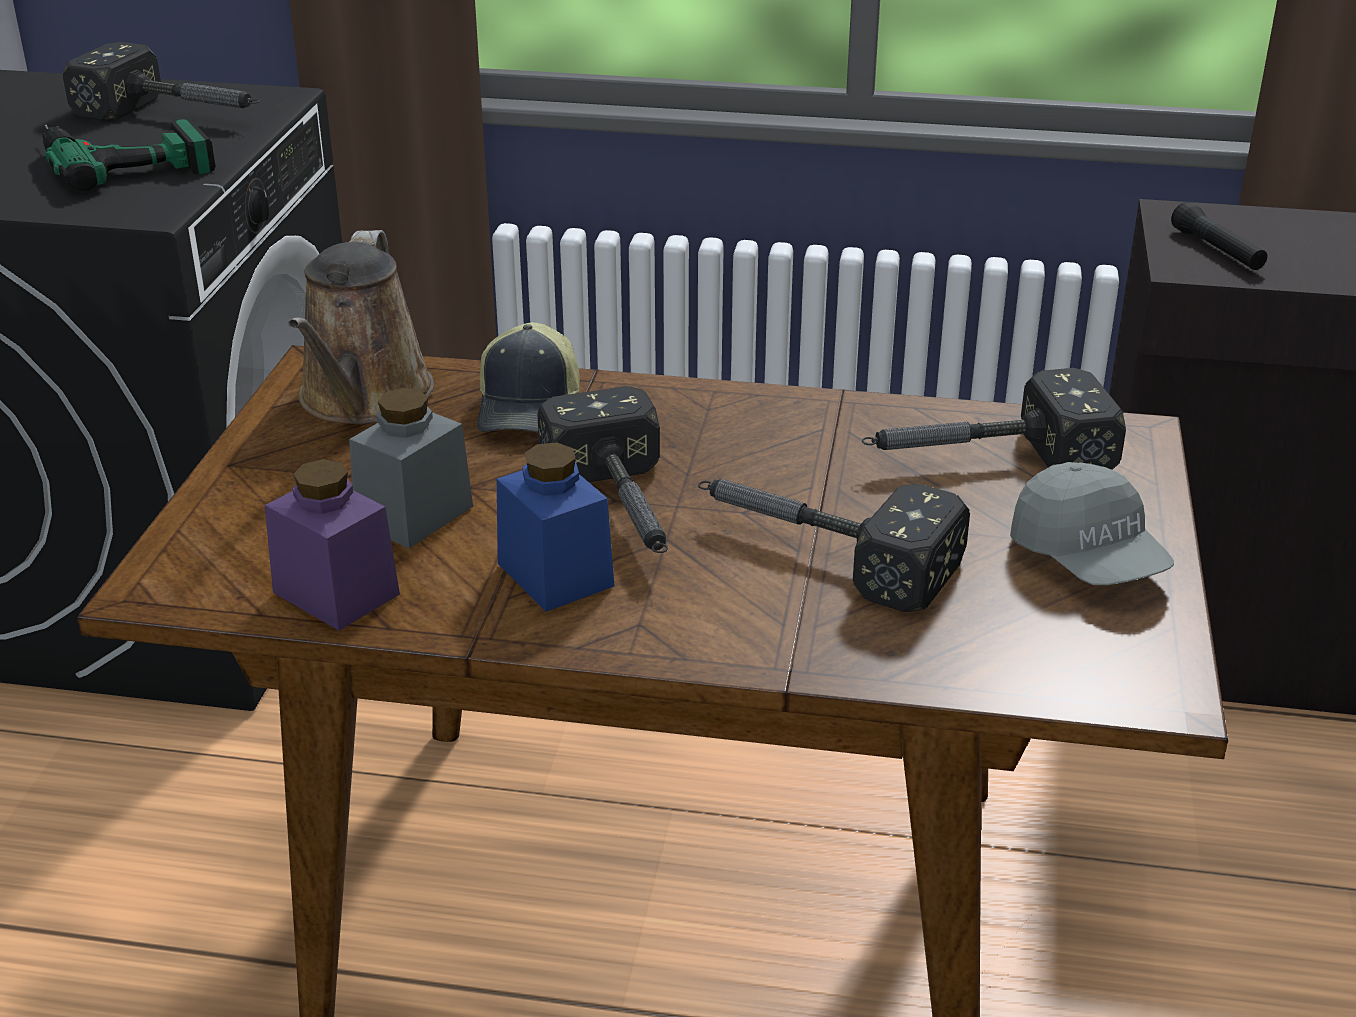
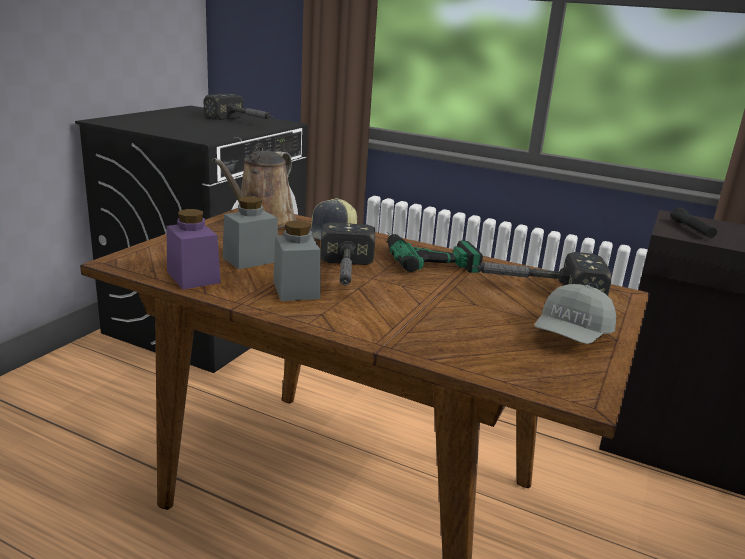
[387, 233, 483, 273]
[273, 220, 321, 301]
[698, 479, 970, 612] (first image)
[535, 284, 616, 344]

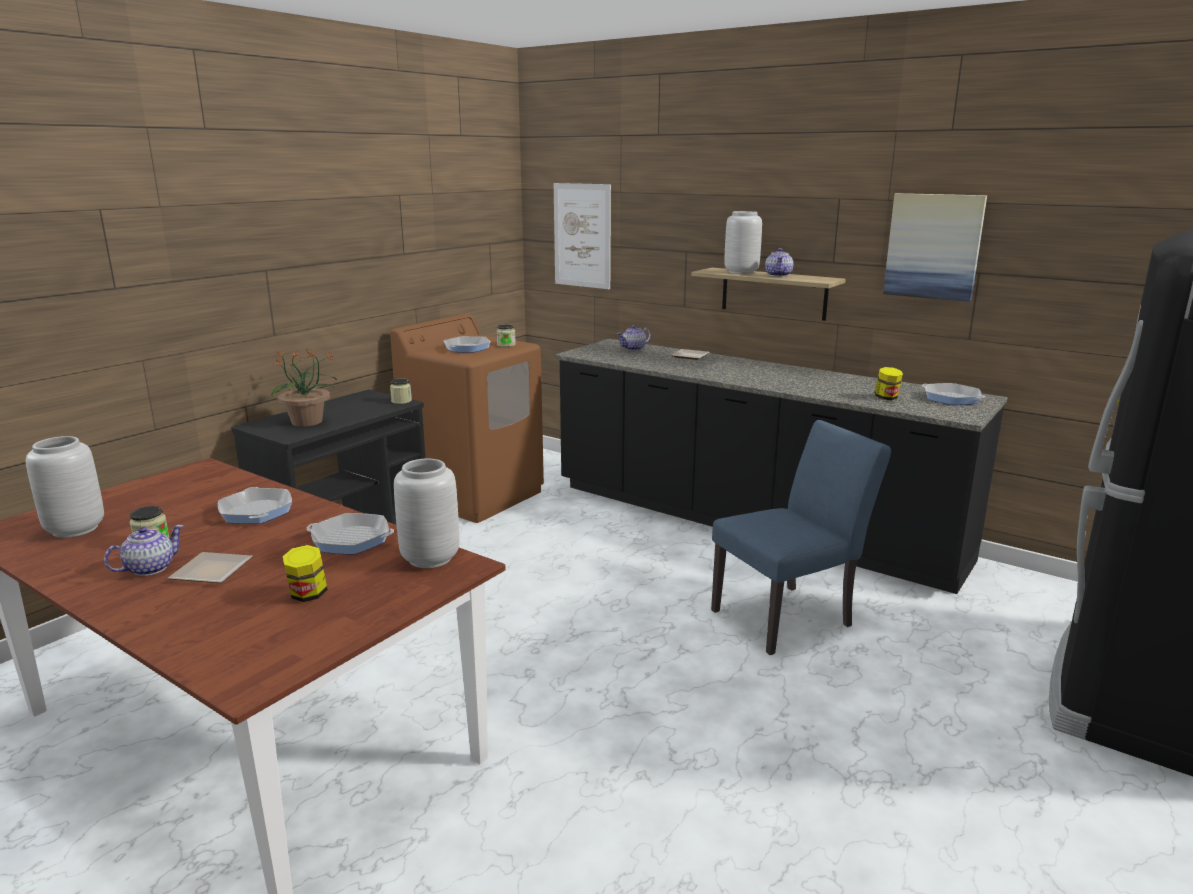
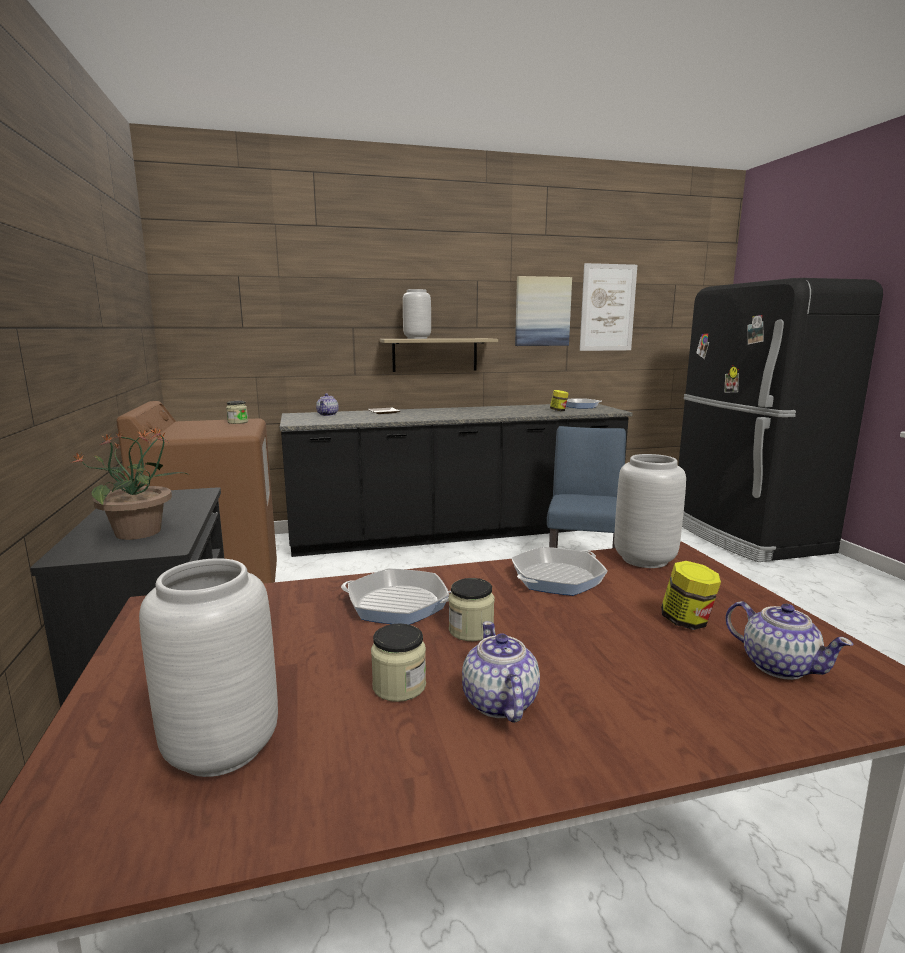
[168, 552, 253, 583] (first image)
[449, 578, 494, 641]
[444, 336, 491, 353] (first image)
[580, 263, 637, 351]
[725, 601, 853, 680]

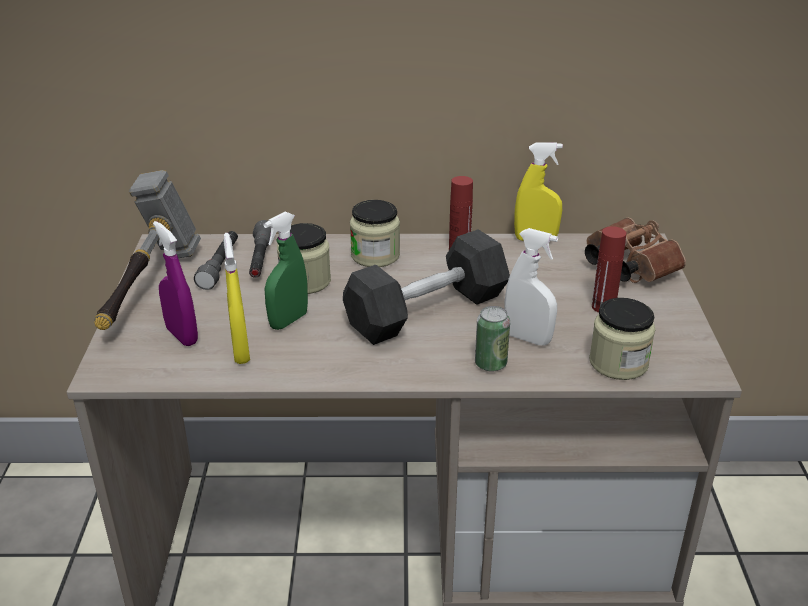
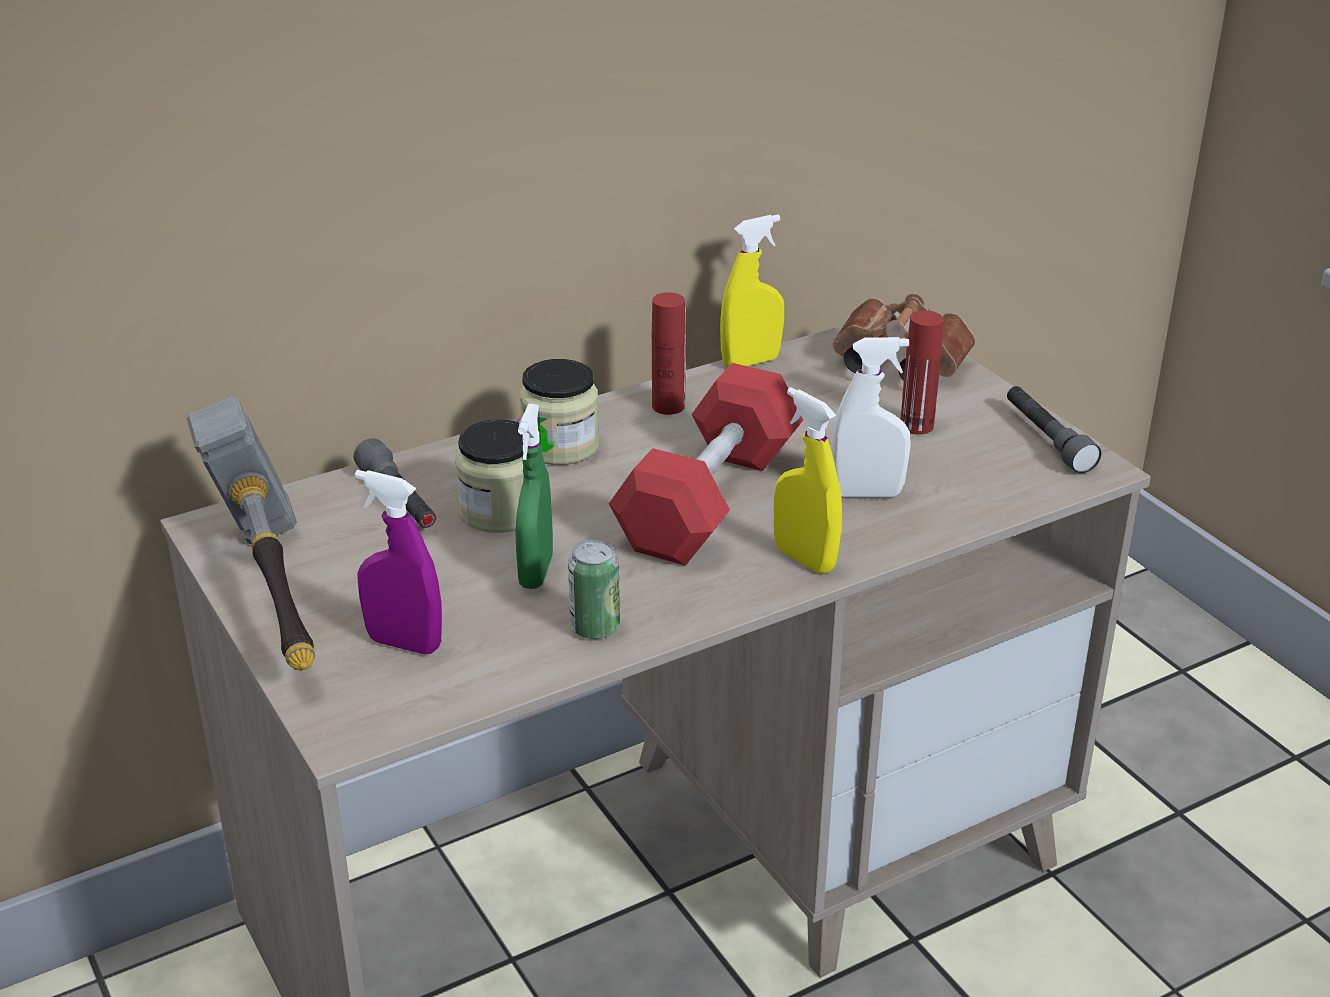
[1007, 386, 1101, 473]
[774, 387, 842, 574]
[609, 363, 803, 566]
[568, 539, 620, 639]
[589, 298, 656, 380] (first image)

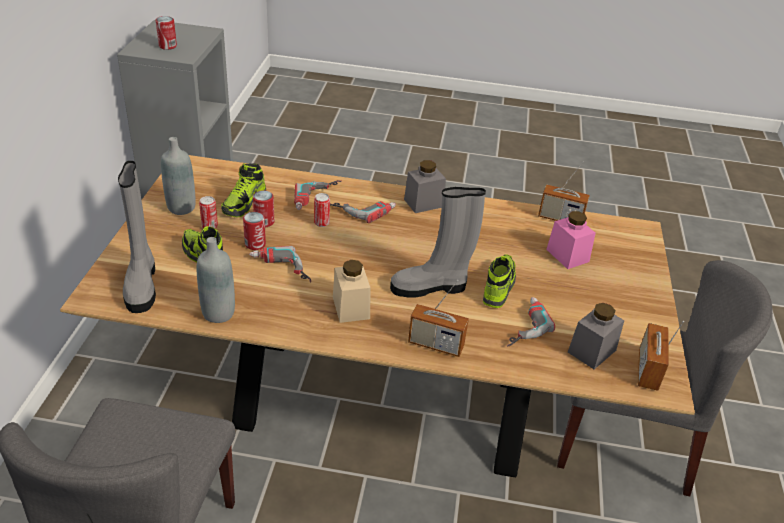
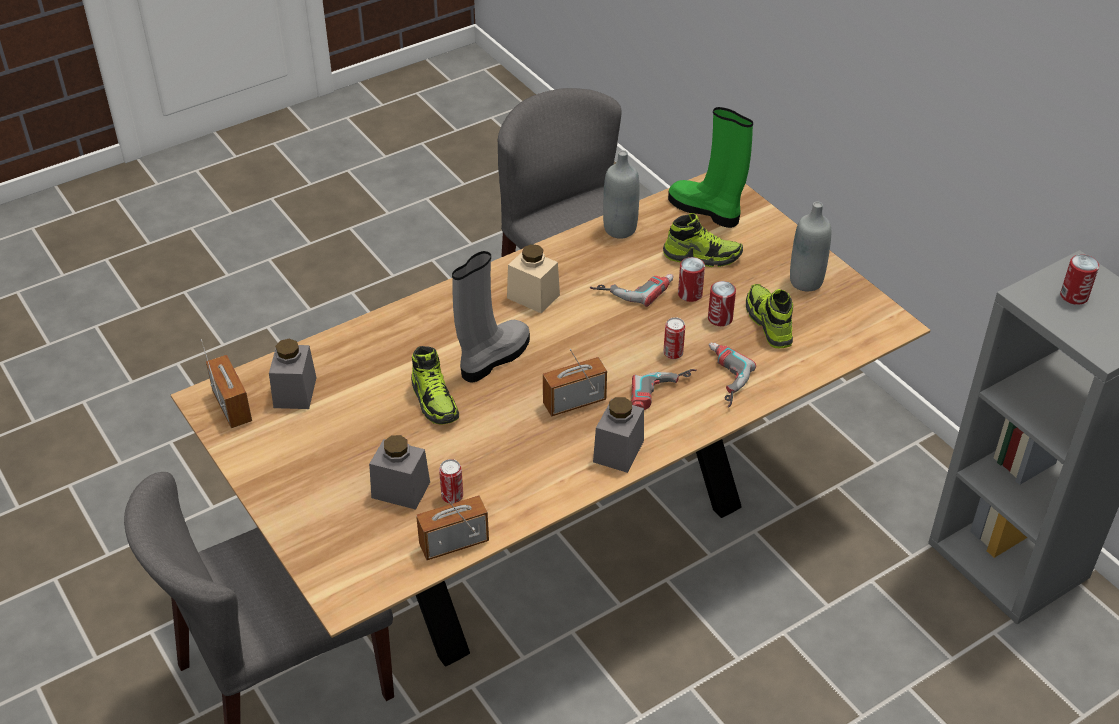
[668, 107, 753, 228]
[439, 459, 463, 504]
[543, 349, 607, 416]
[507, 297, 555, 346] (first image)
[369, 435, 430, 510]

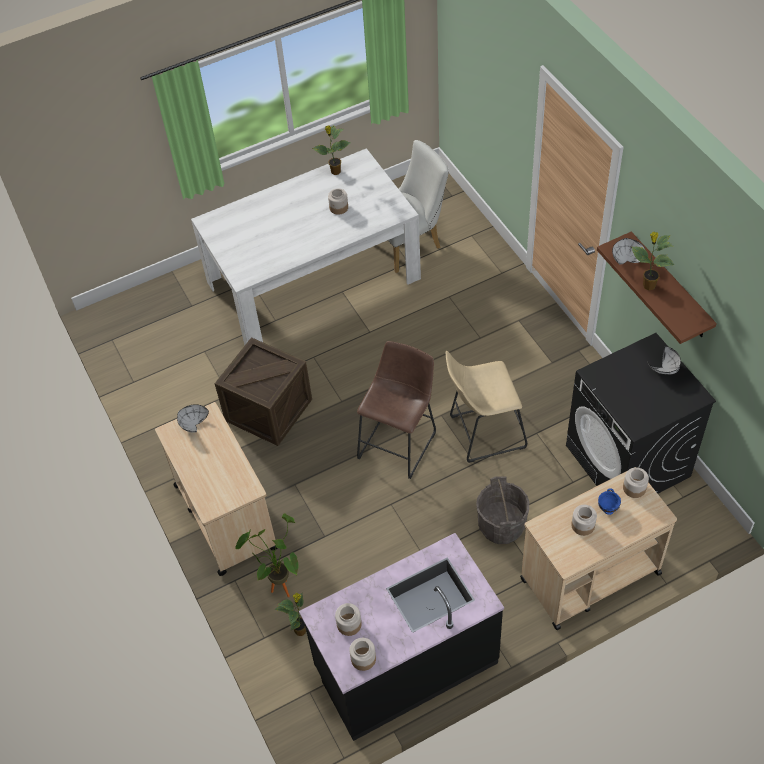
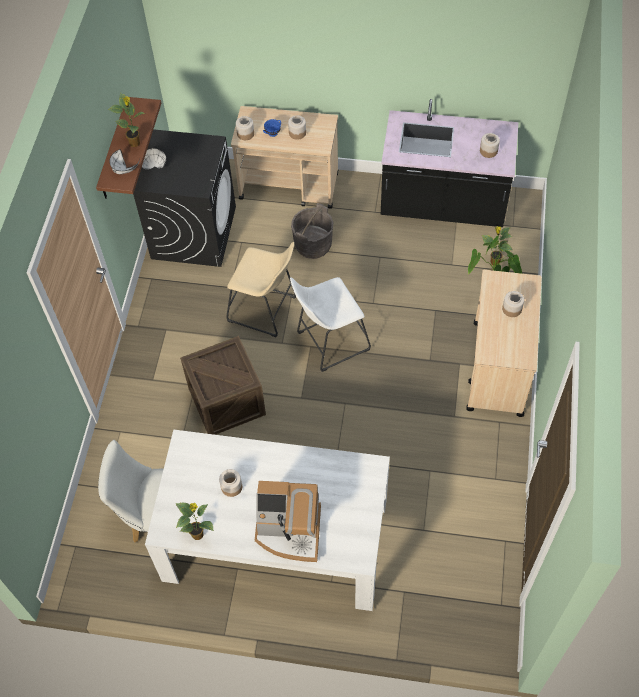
[177, 404, 209, 433] (first image)
[180, 336, 266, 435]
[502, 291, 524, 317]
[290, 277, 371, 372]
[255, 481, 321, 562]

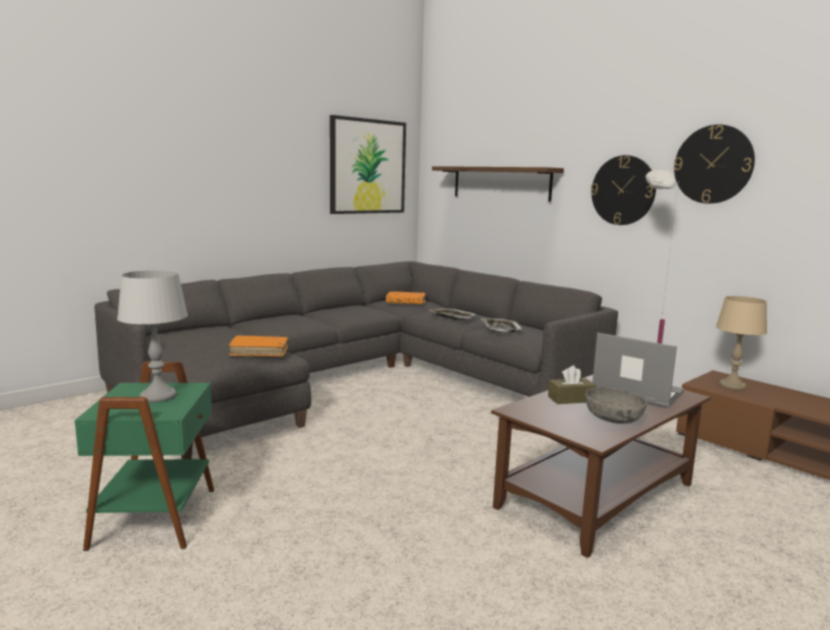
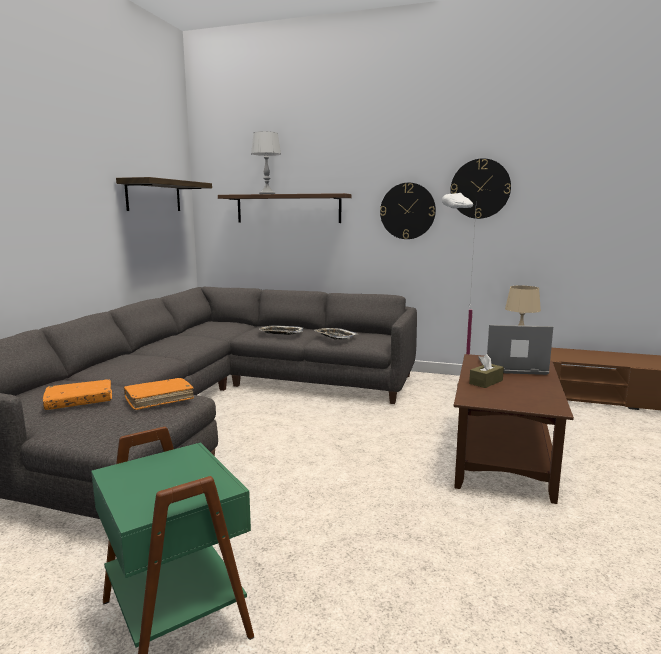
[251, 131, 281, 194]
[116, 177, 212, 211]
[43, 379, 112, 410]
[585, 387, 647, 424] (first image)

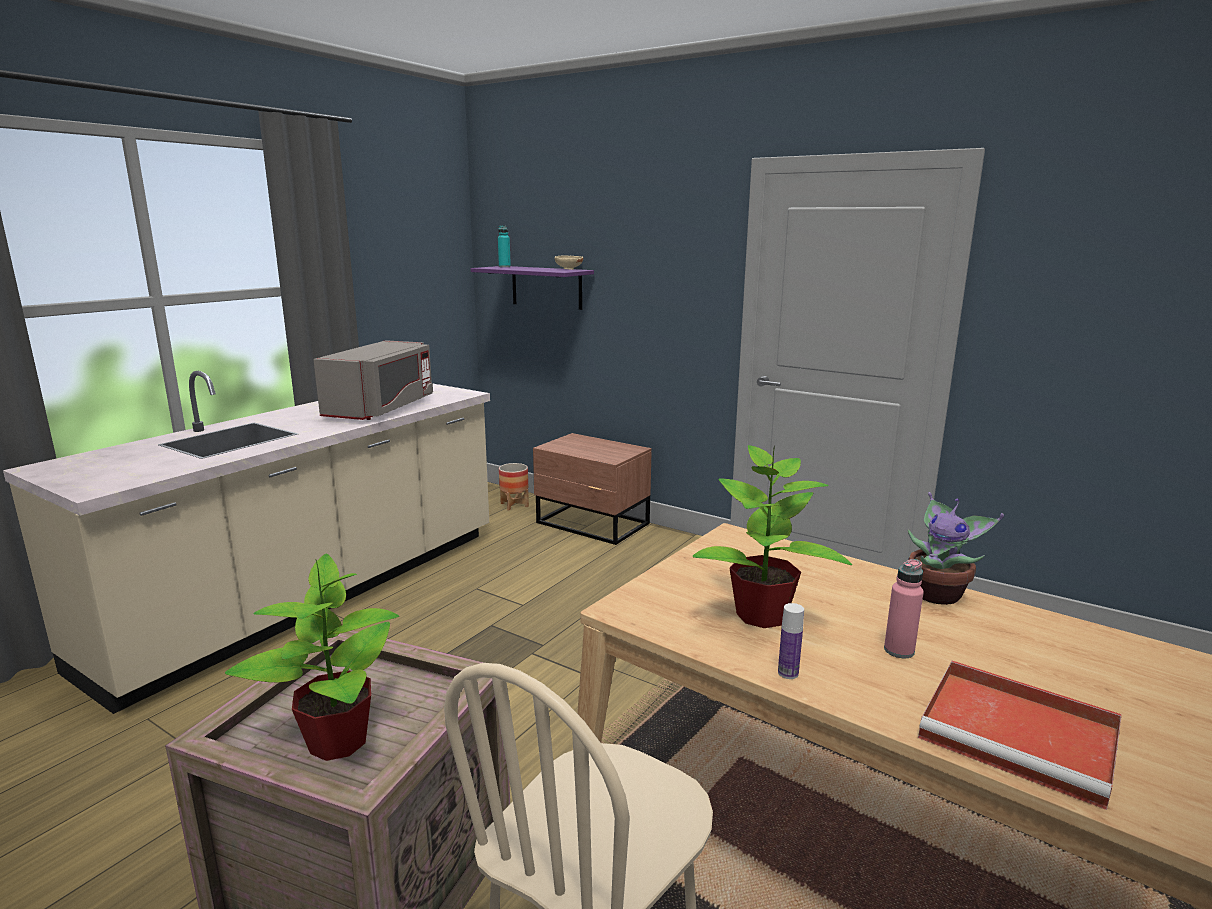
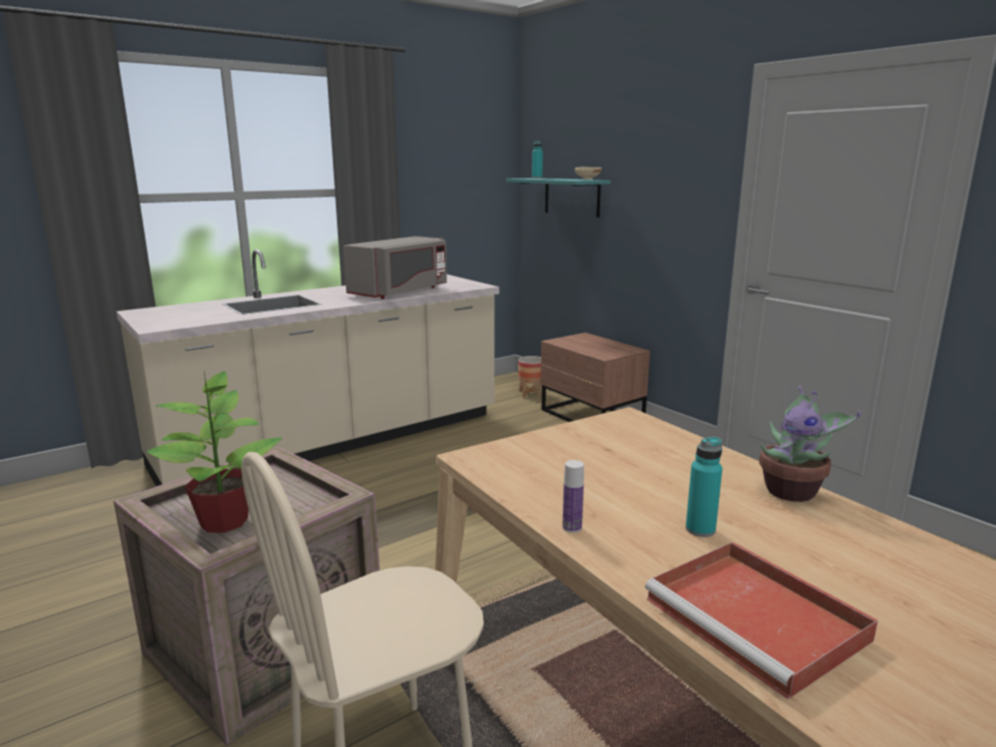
[506, 178, 611, 217]
[693, 445, 852, 628] (first image)
[686, 437, 722, 537]

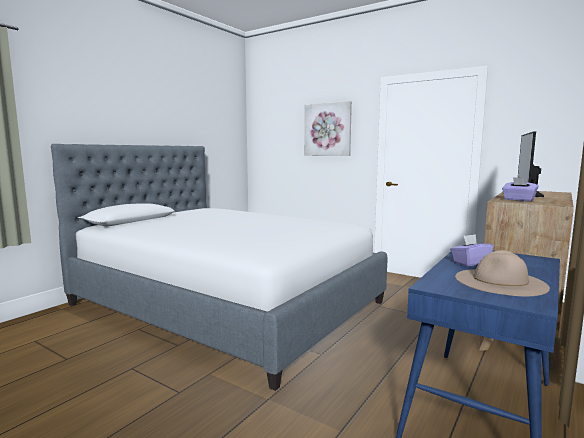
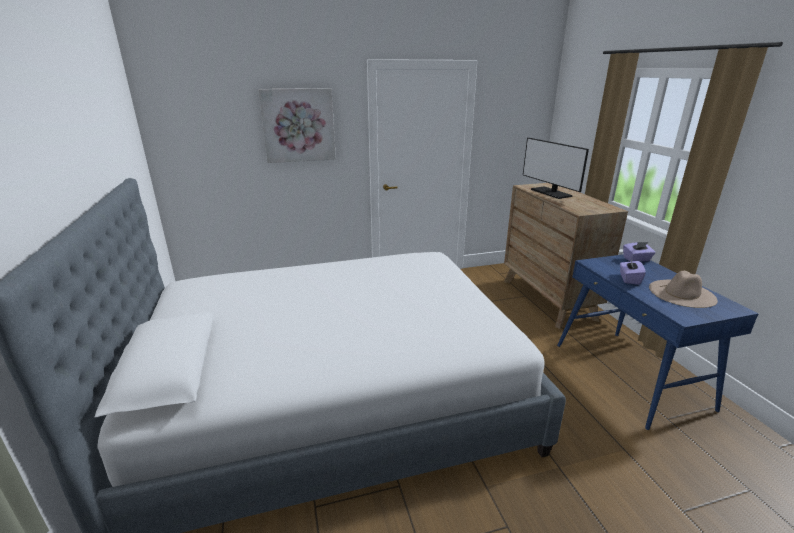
[623, 242, 655, 262]

